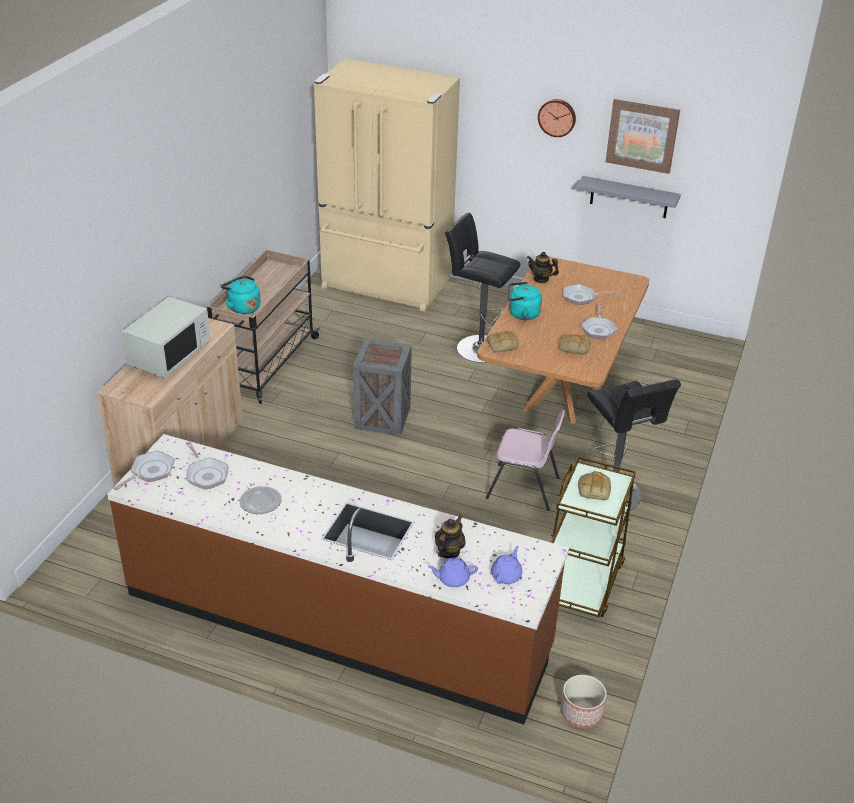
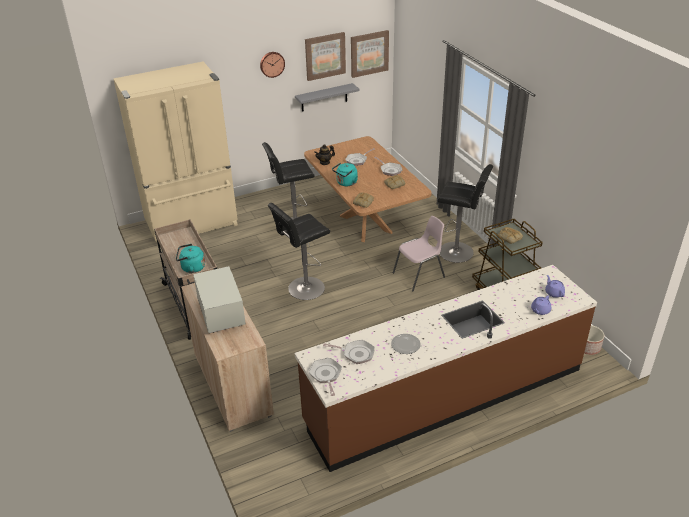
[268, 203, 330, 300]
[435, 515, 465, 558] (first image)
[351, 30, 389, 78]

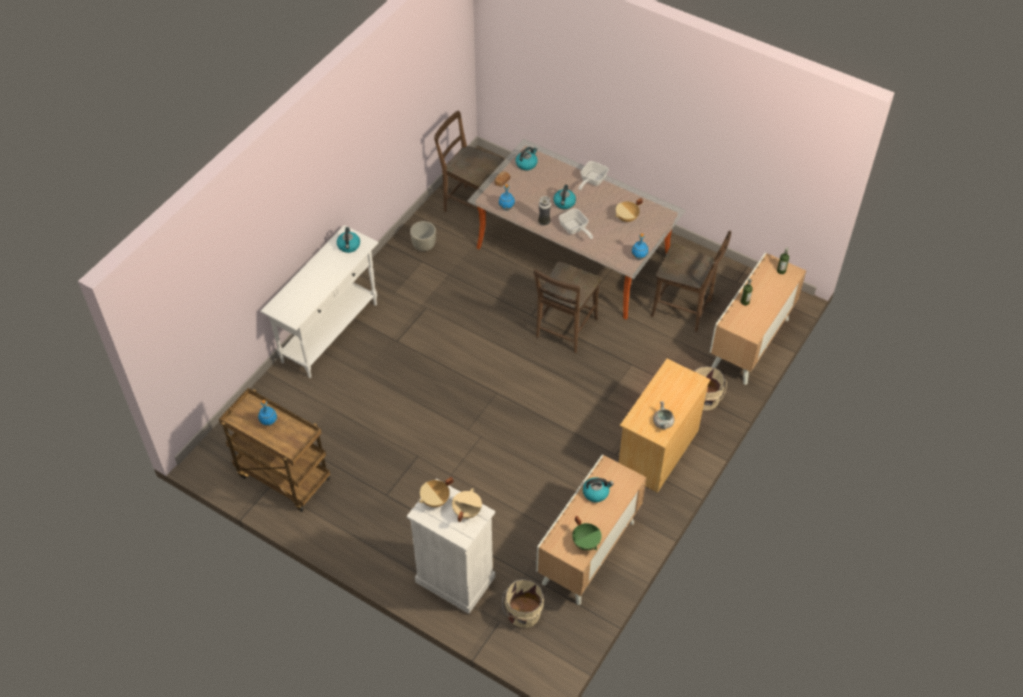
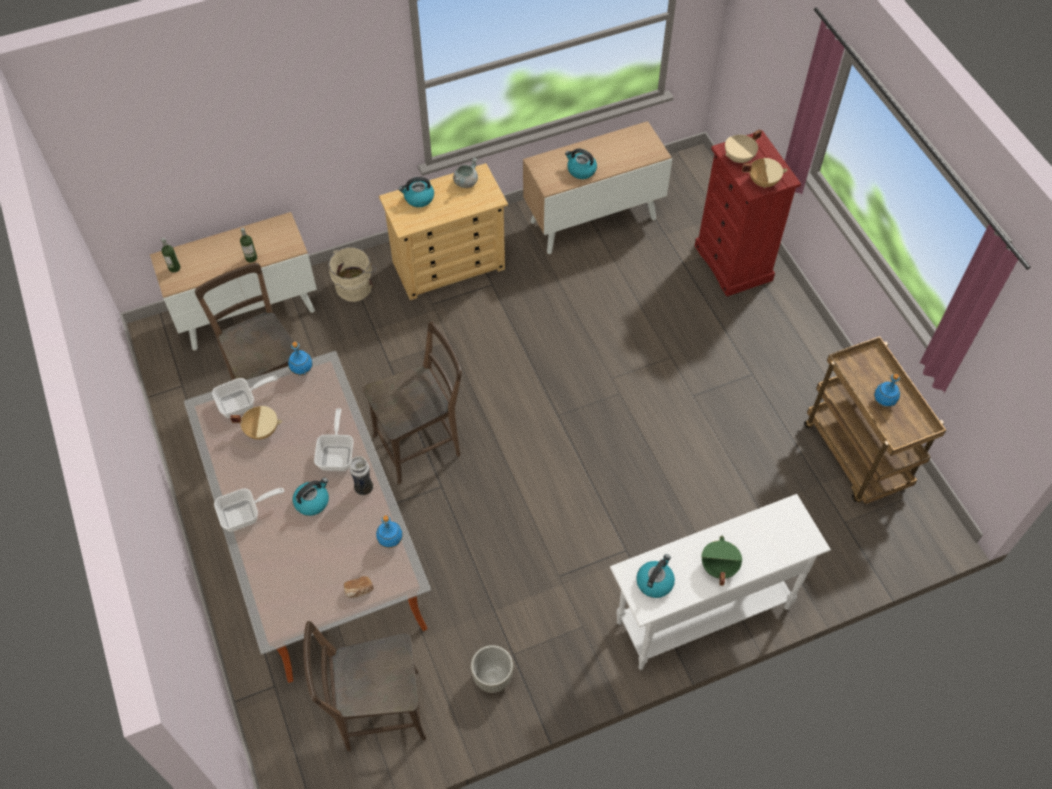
[695, 130, 801, 296]
[303, 621, 426, 751]
[502, 579, 544, 628] (first image)
[398, 177, 434, 207]
[701, 536, 742, 586]
[212, 376, 278, 418]

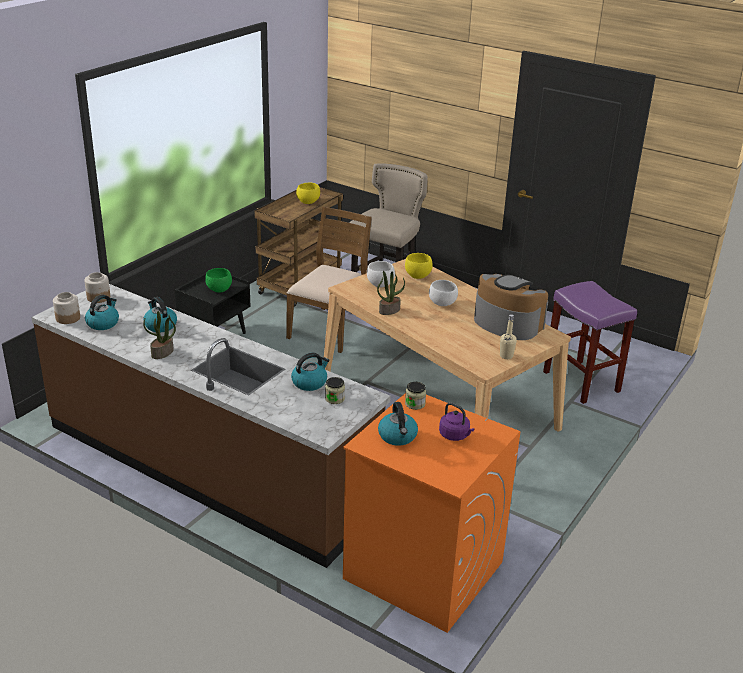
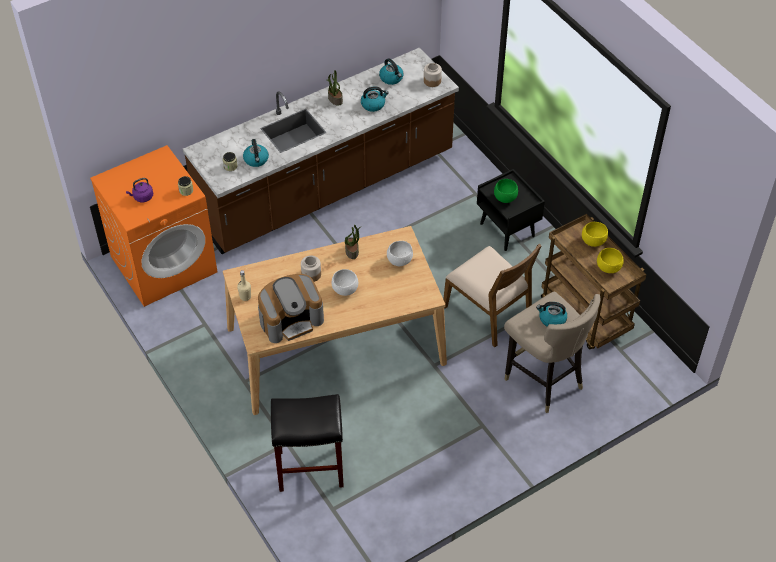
[301, 255, 321, 282]
[536, 302, 567, 327]
[582, 222, 608, 247]
[271, 394, 344, 492]

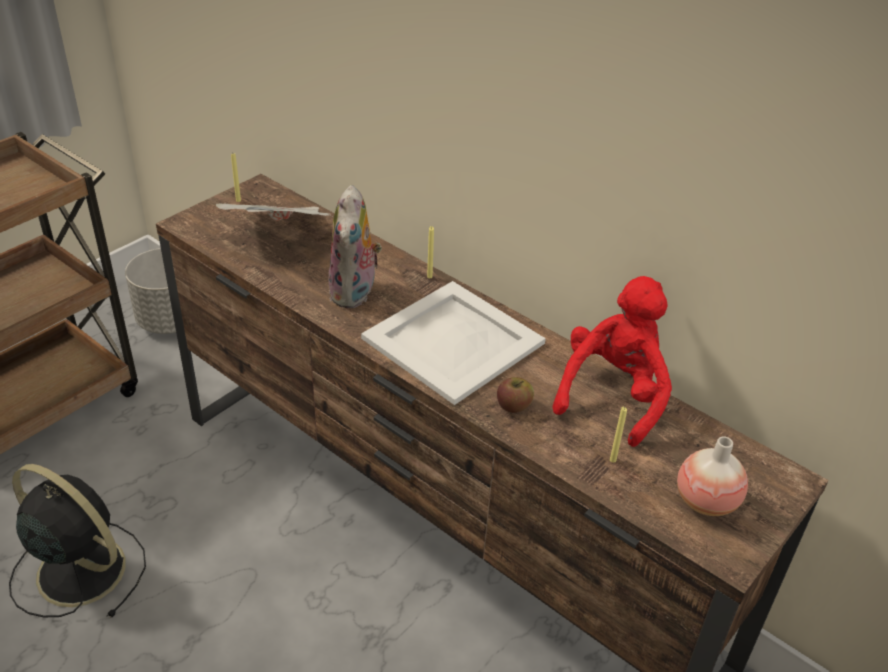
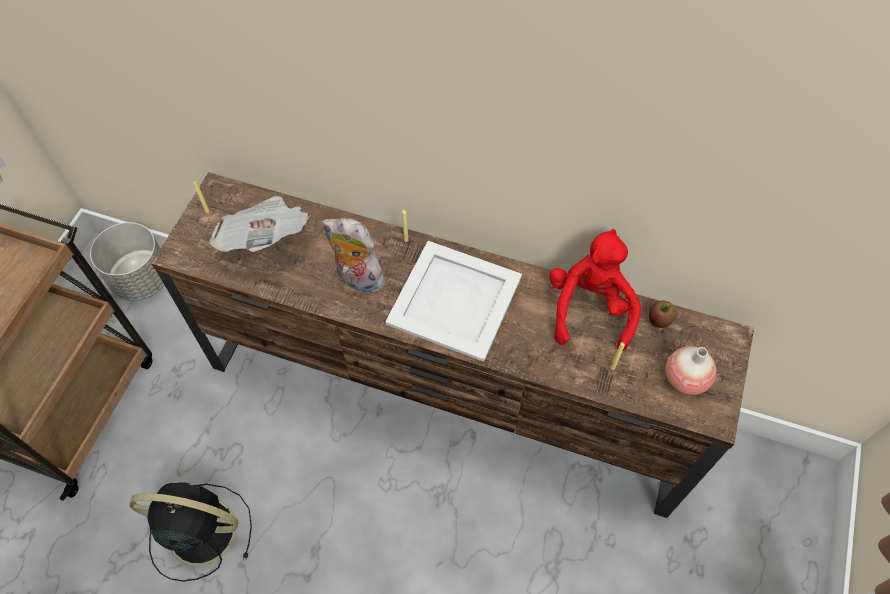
[322, 218, 391, 294]
[649, 300, 677, 328]

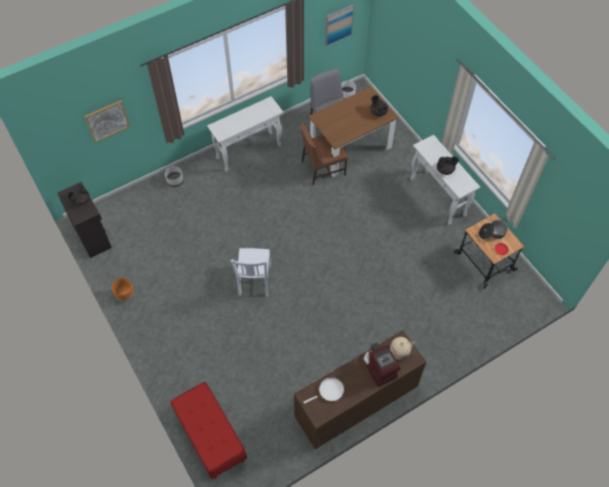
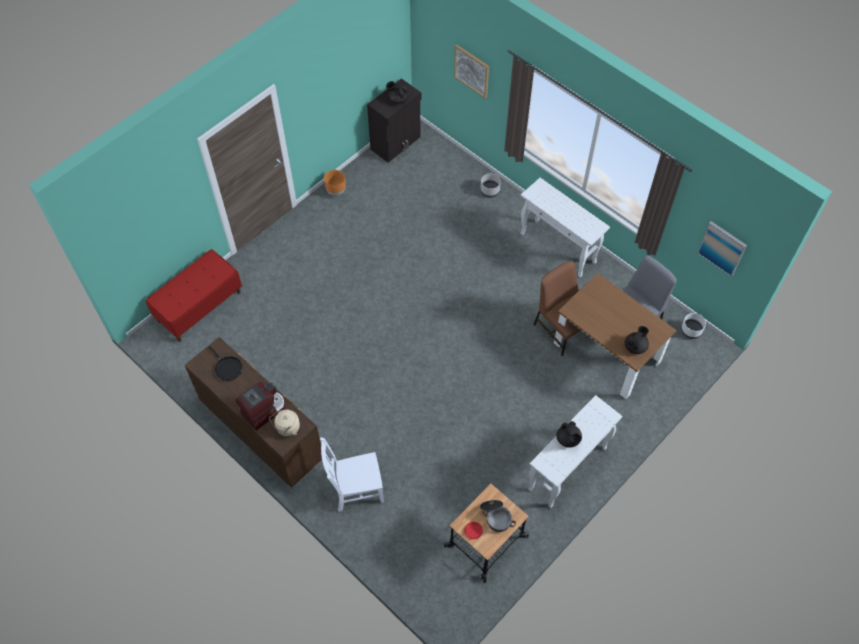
[320, 437, 384, 512]
[208, 346, 243, 381]

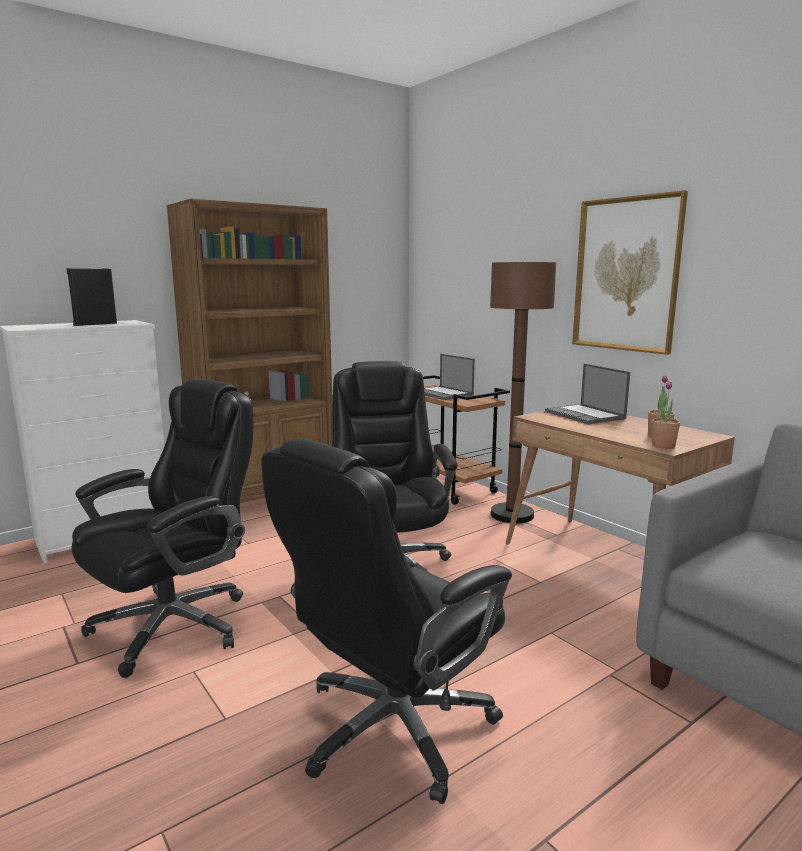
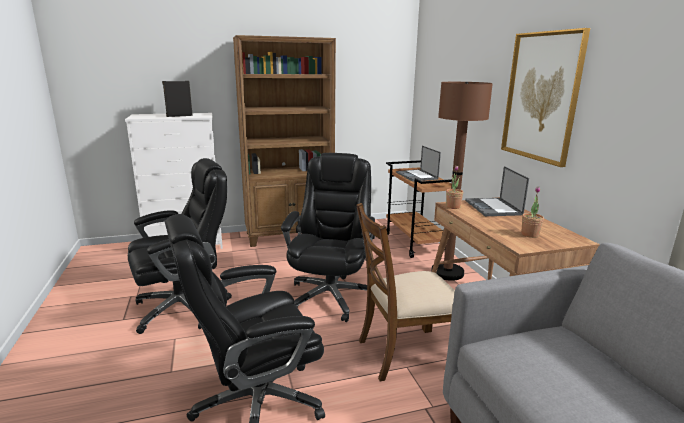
[446, 165, 463, 209]
[356, 203, 455, 381]

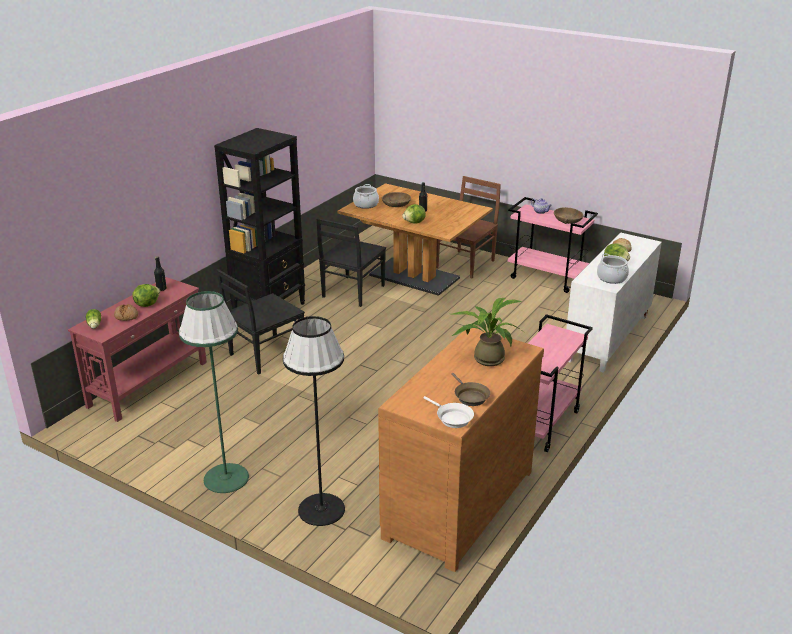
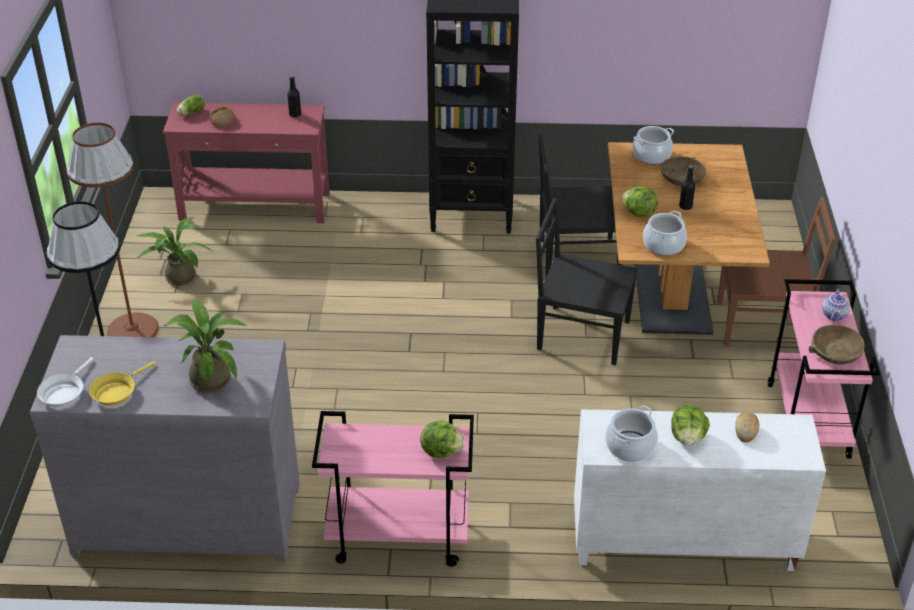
[420, 420, 466, 458]
[66, 123, 159, 337]
[536, 198, 638, 365]
[30, 335, 300, 561]
[89, 361, 156, 406]
[136, 218, 212, 286]
[643, 210, 687, 256]

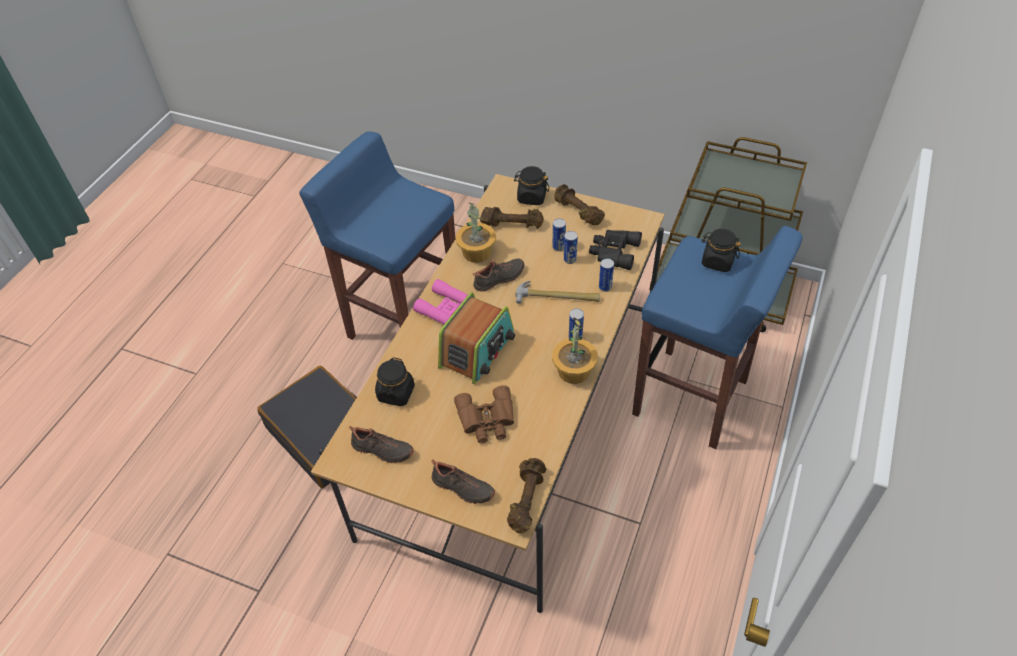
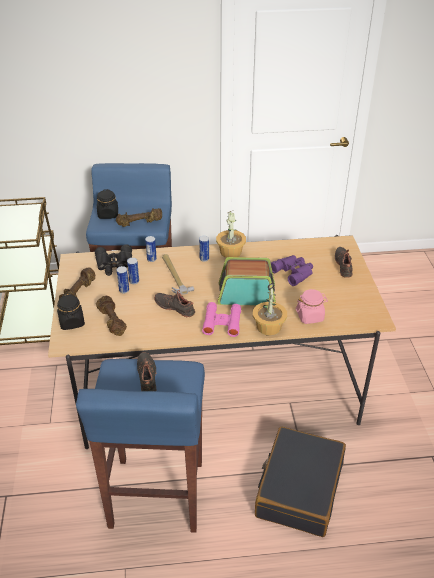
[137, 352, 156, 391]
[296, 289, 328, 324]
[271, 255, 313, 286]
[253, 282, 287, 336]
[116, 208, 162, 227]

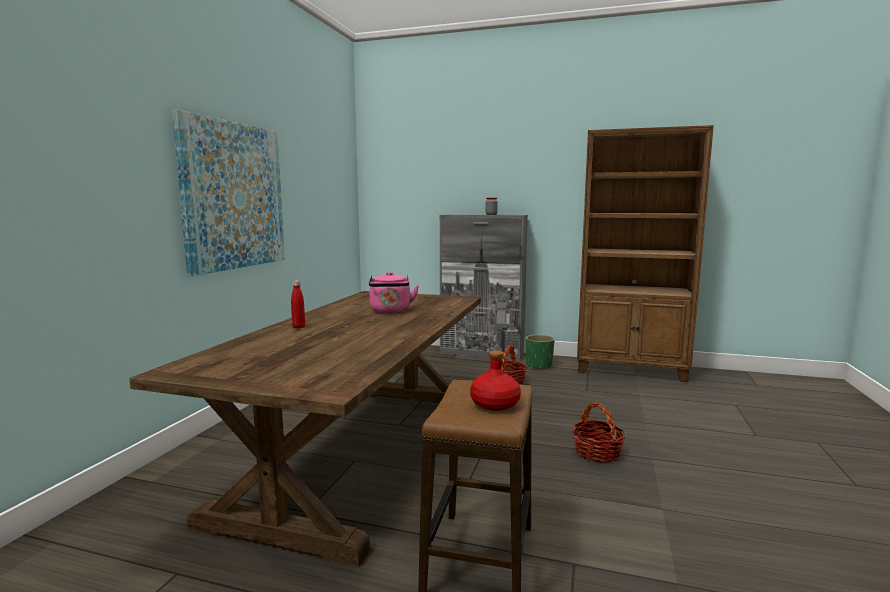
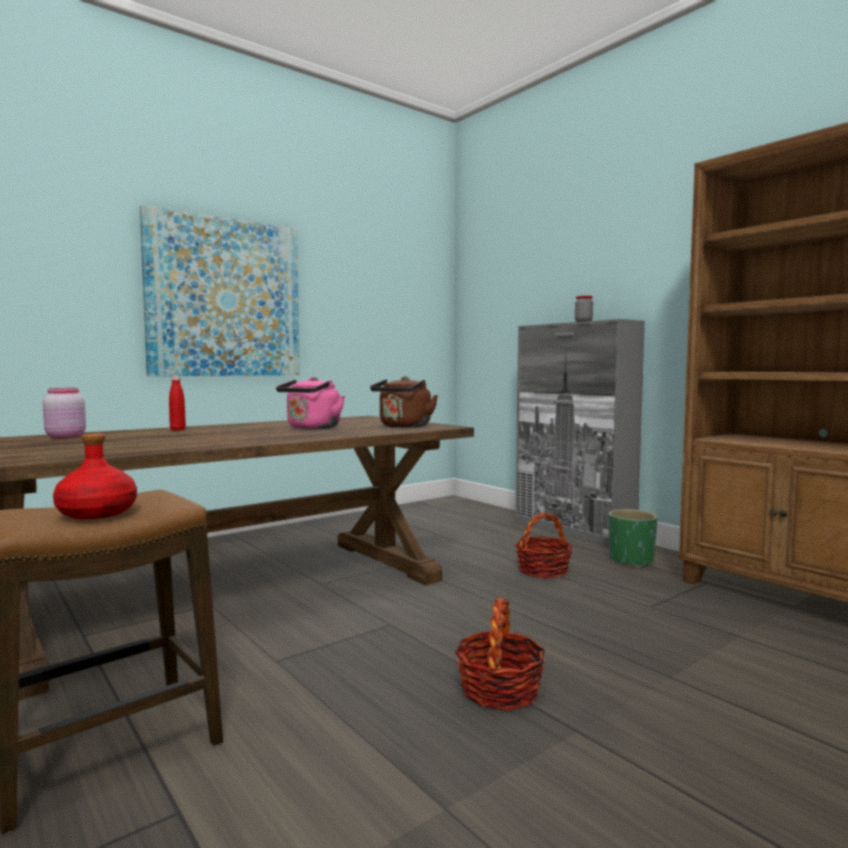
[43, 388, 86, 439]
[370, 376, 438, 428]

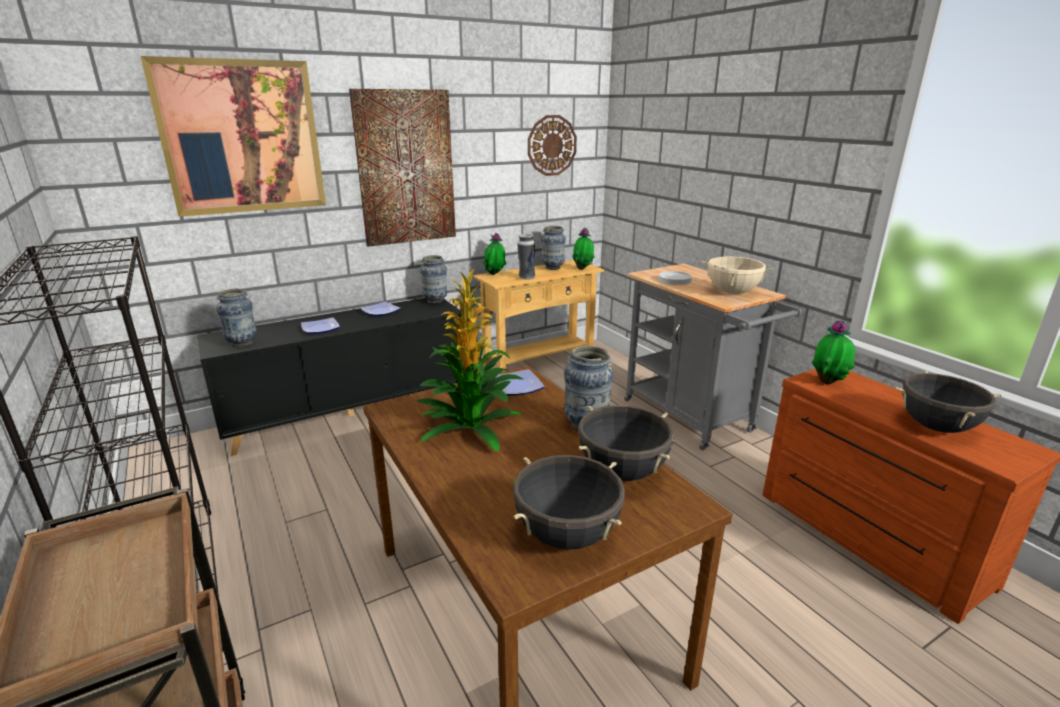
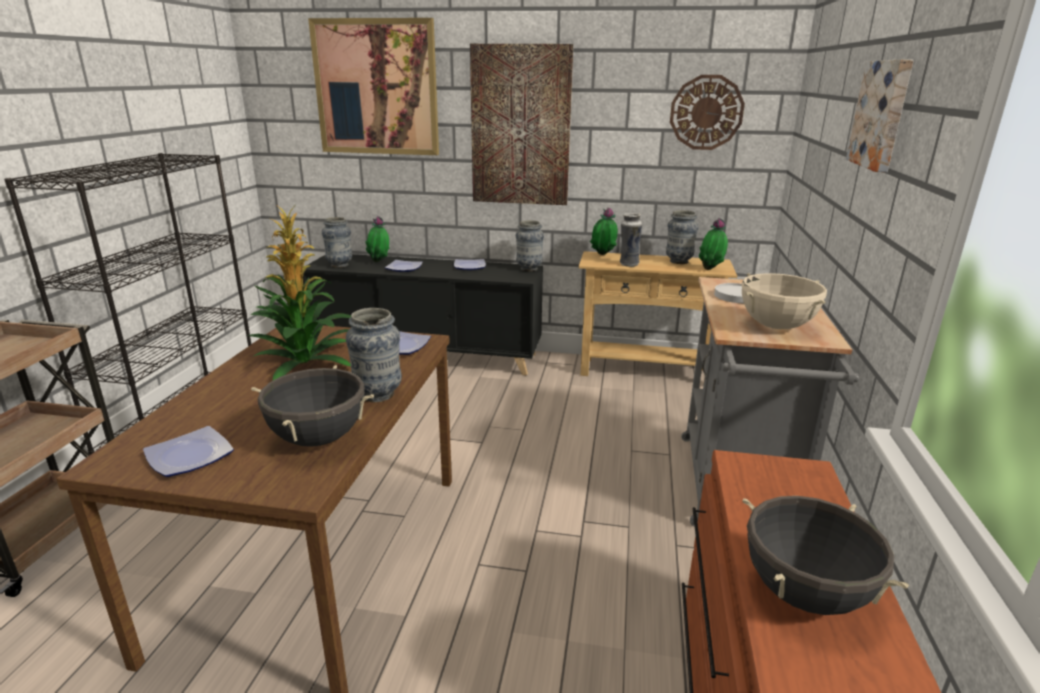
[143, 426, 234, 477]
[365, 216, 389, 262]
[846, 59, 914, 172]

